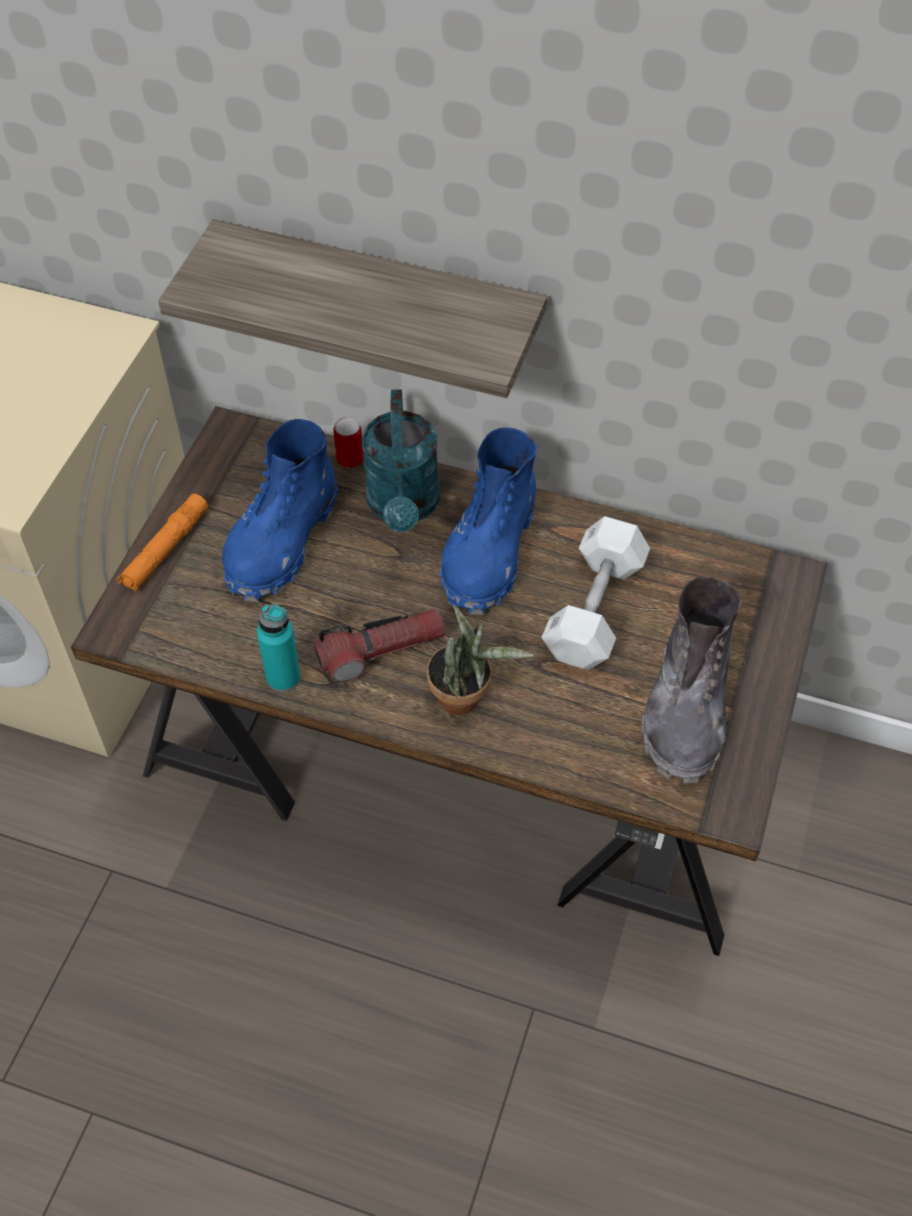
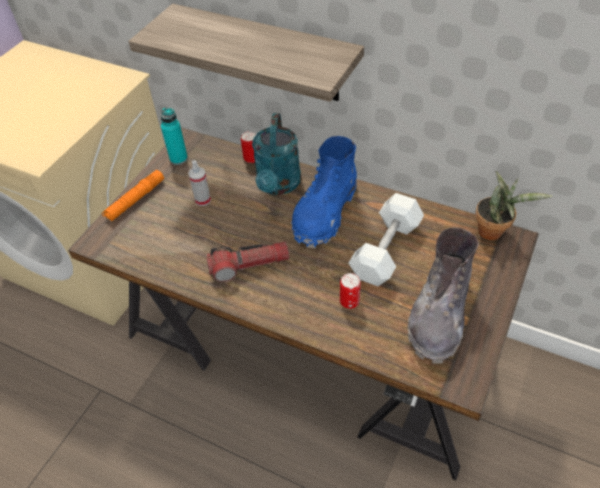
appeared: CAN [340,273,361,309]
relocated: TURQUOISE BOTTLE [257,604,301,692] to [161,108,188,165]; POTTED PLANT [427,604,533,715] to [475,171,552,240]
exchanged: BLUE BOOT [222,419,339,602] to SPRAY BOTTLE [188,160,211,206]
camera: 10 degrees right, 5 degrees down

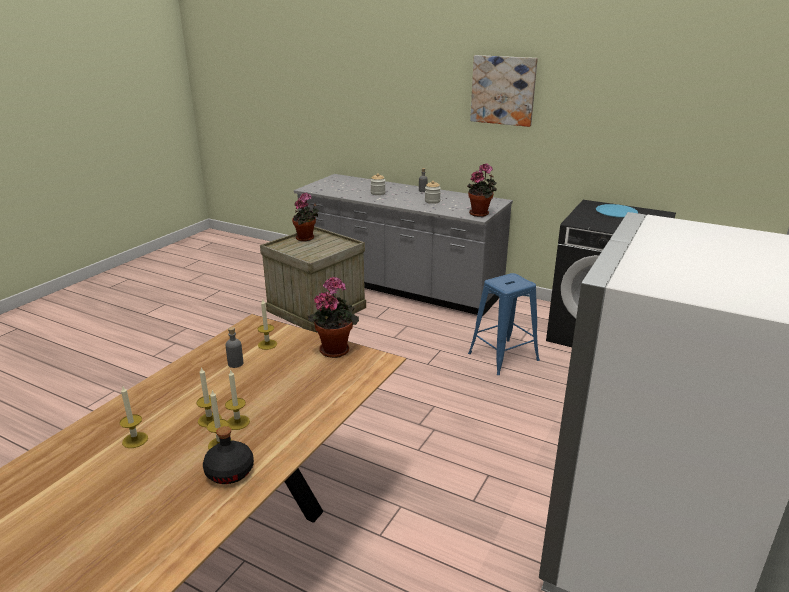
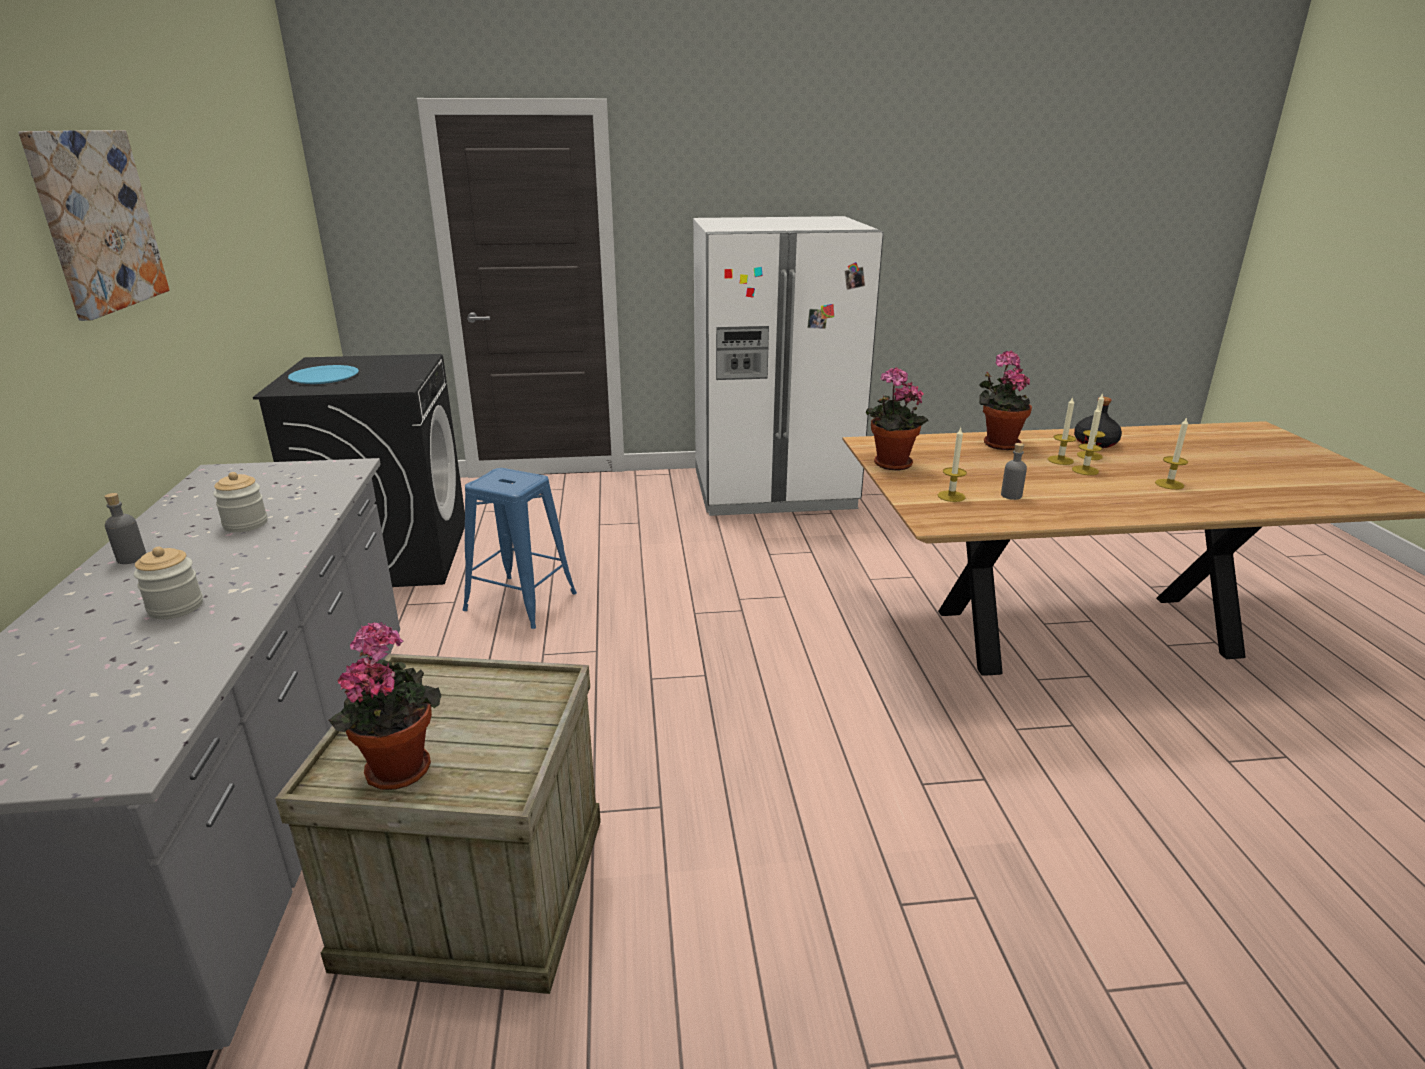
relocated: POTTED PLANT [467,164,497,217] to [979,351,1032,450]
camera: 125 degrees left, 0 degrees up

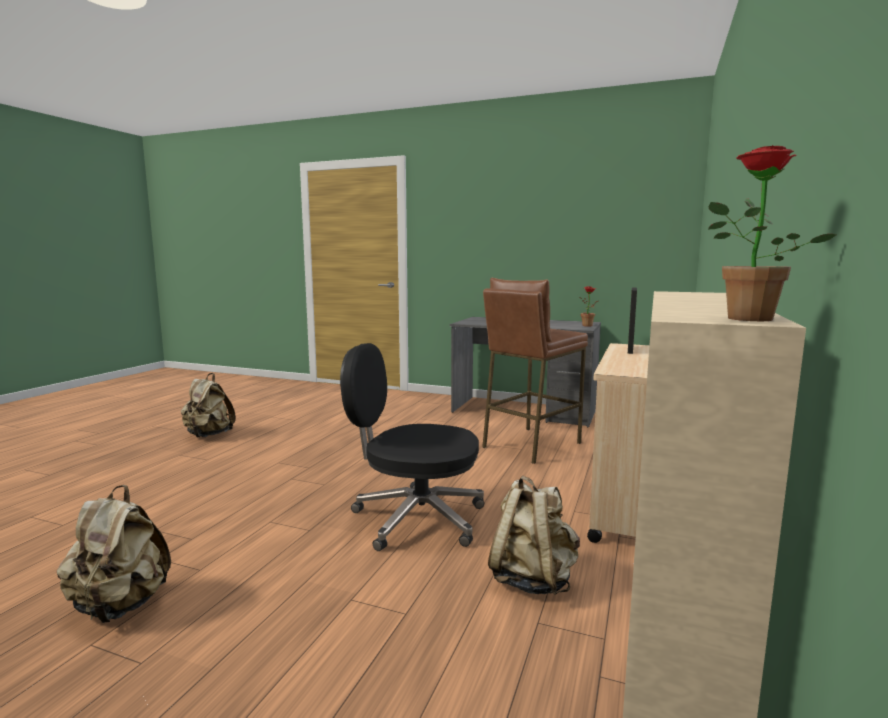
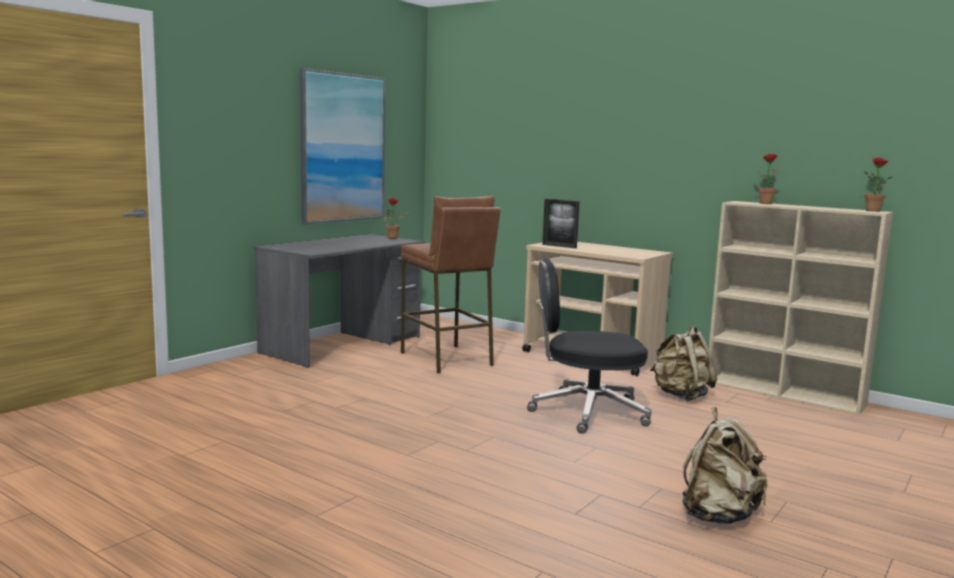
missing: BEIGE BACKPACK [181,373,236,437]
appeared: PICTURE [300,68,385,225]; POTTED PLANT [755,154,782,204]
spun: BLACK OFFICE CHAIR [340,343,484,551] = [527,259,651,434] 60 degrees clockwise
camera: 75 degrees left, 0 degrees up

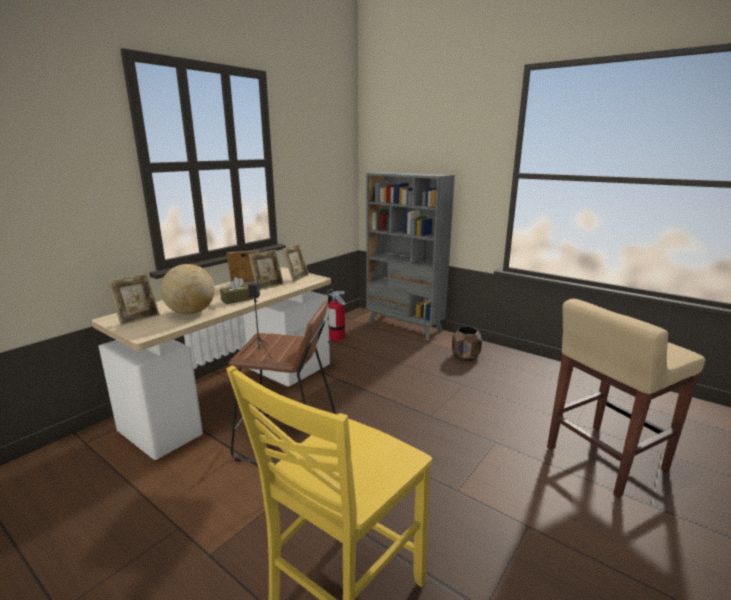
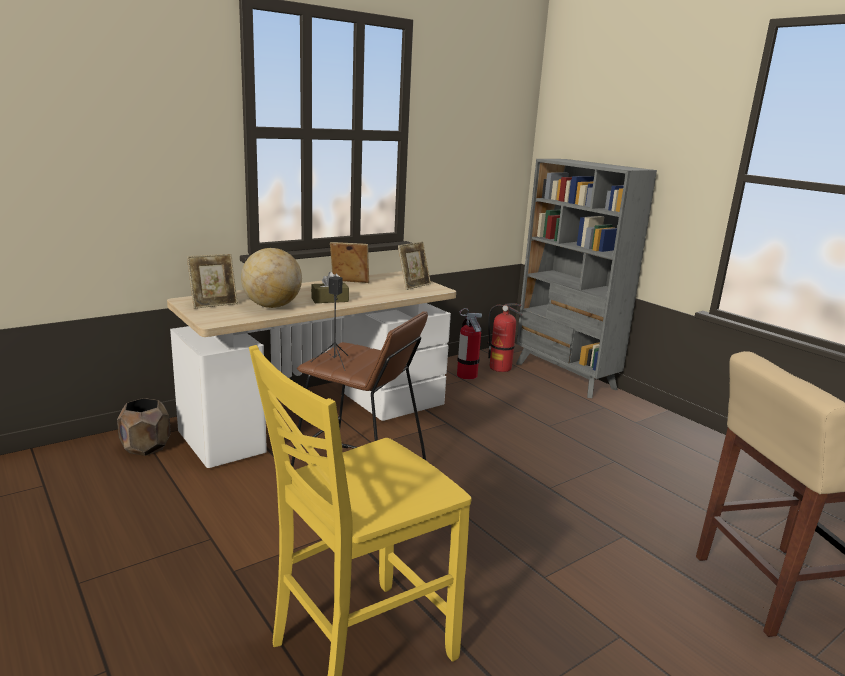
missing: PICTURE FRAME [248,250,284,290]
appeared: FIRE EXTINGUISHER [487,303,522,372]
relocated: BROWN PLANTER [452,327,482,361] to [117,398,171,456]
camera: 15 degrees right, 0 degrees up

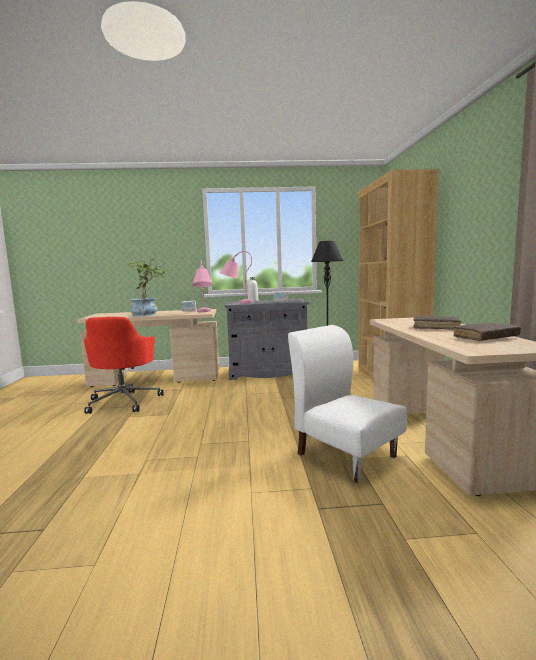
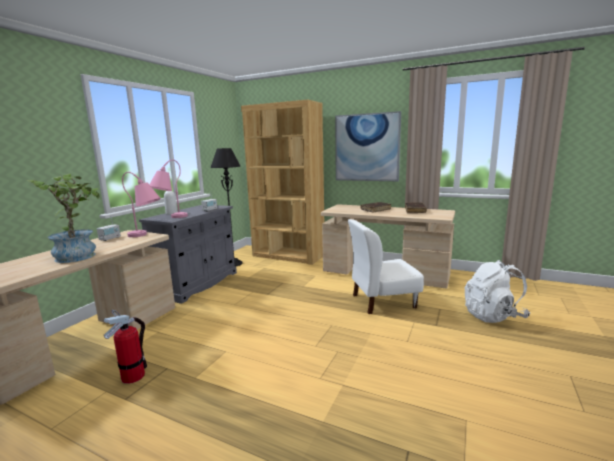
appeared: PICTURE [335,111,401,181]; WHITE BACKPACK [465,260,530,323]
exchanged: RED OFFICE CHAIR [84,317,164,414] to FIRE EXTINGUISHER [104,310,147,384]
camera: 60 degrees left, 5 degrees up

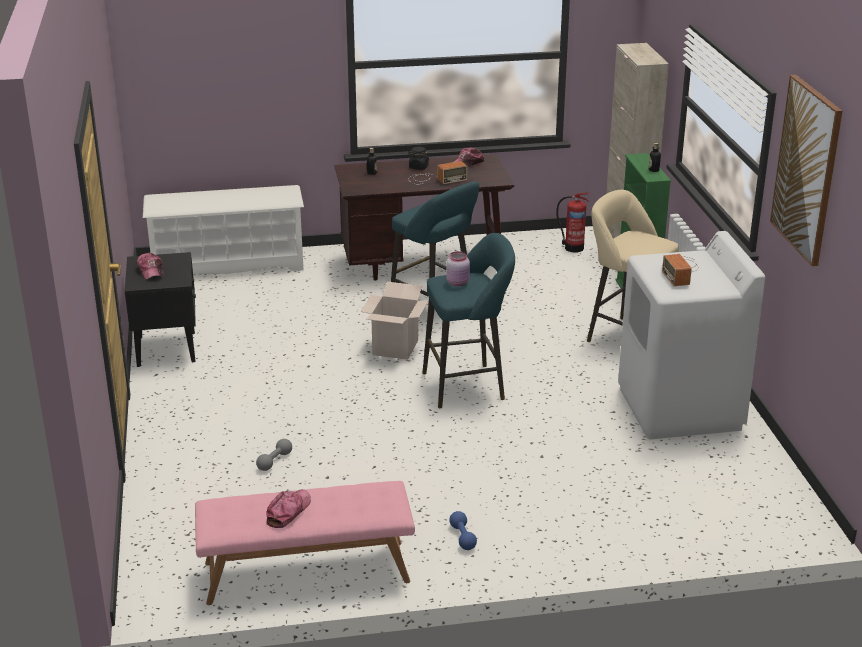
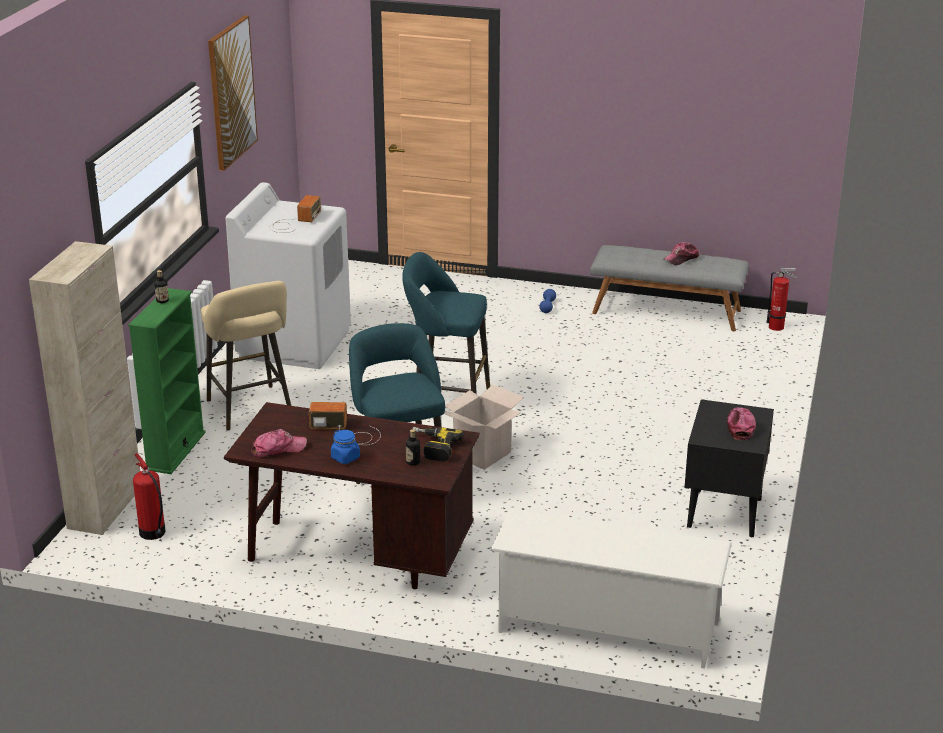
missing: GREY DUMBBELL [256,439,292,471]; PINK JAR [446,251,470,286]
appeared: POWER DRILL [413,427,464,462]; FIRE EXTINGUISHER [766,268,797,331]
colour: PINK BENCH [195,481,415,605] to GREY BENCH [590,245,749,331]; BLACK JAR [408,147,430,170] to BLUE JAR [331,430,360,464]
camera: 155 degrees left, 0 degrees up

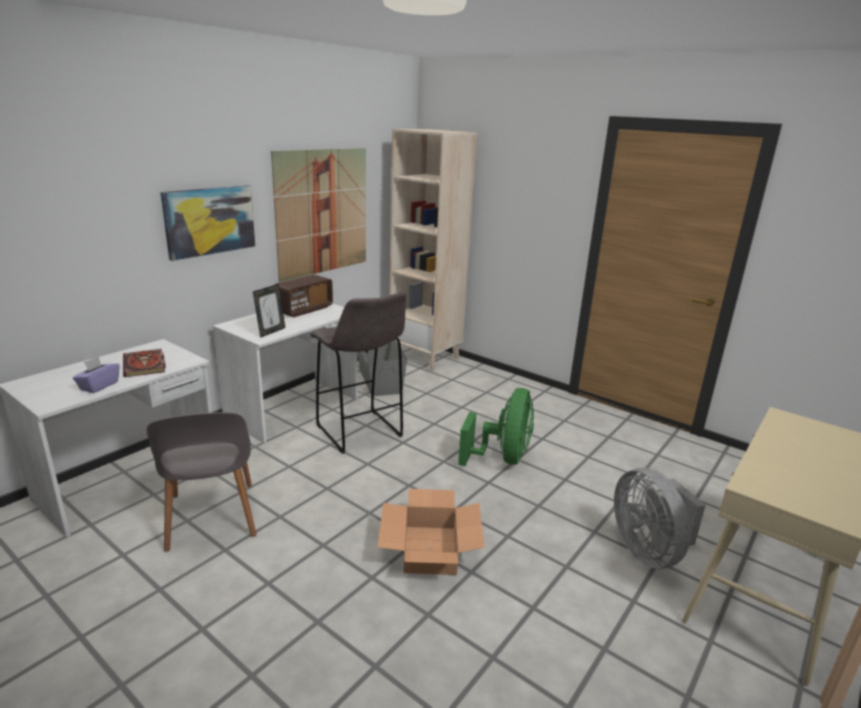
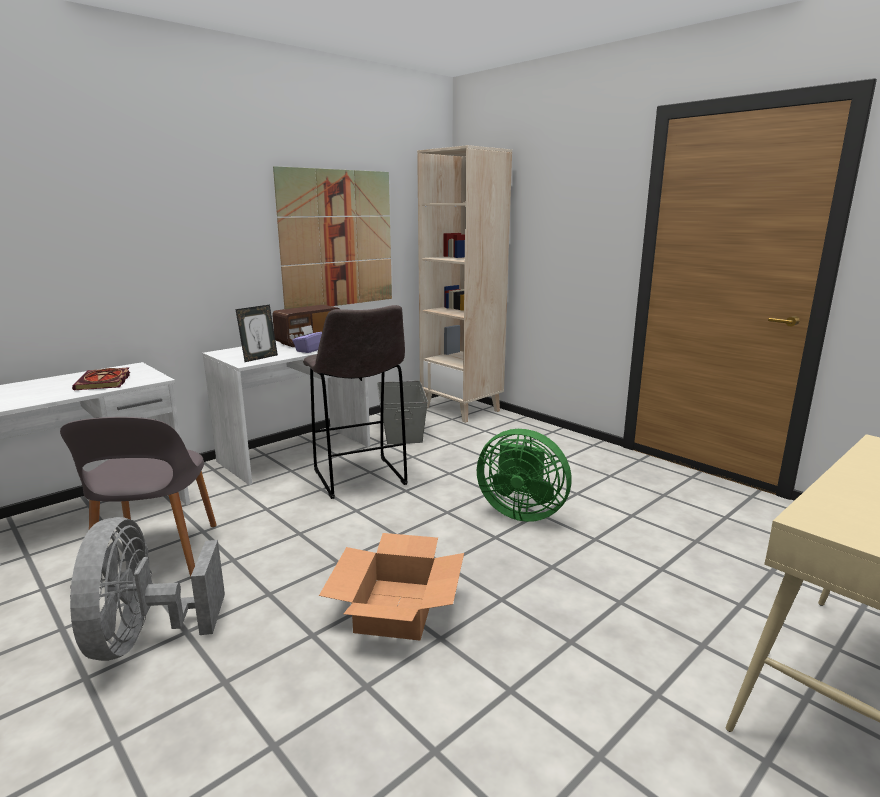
missing: PICTURE [160,185,255,261]
relocated: PURPLE TISSUE BOX [73,356,120,393] to [292,325,322,353]; GREY FAN [614,468,706,569] to [70,517,225,661]
spun: GREEN FAN [458,388,534,466] = [477,429,572,522] 90 degrees clockwise
camera: 10 degrees right, 5 degrees down

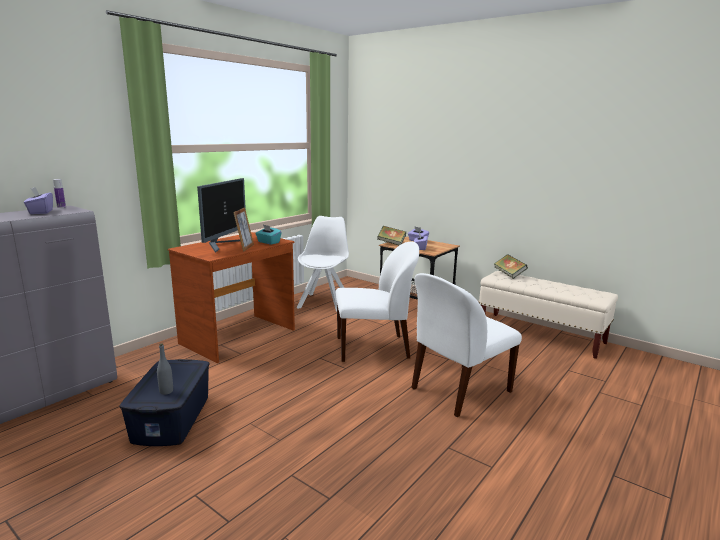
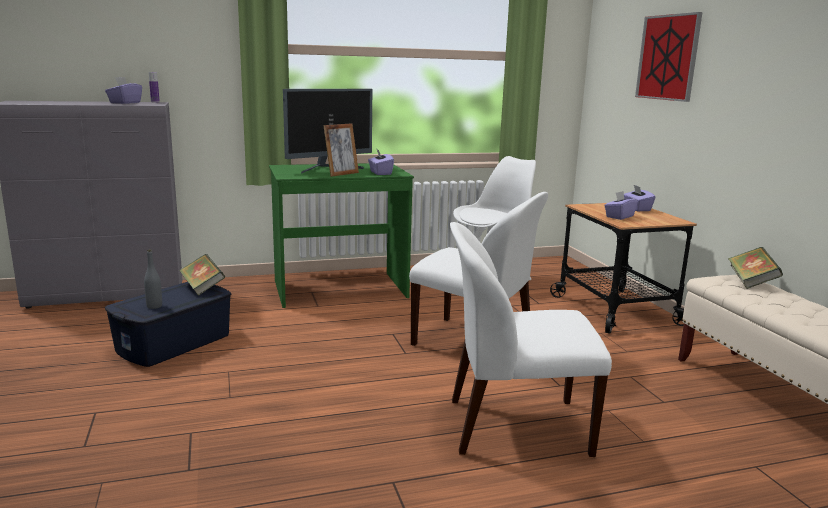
appeared: PICTURE [635,12,703,102]
relocated: BOOK [377,226,406,245] to [179,254,225,296]
colour: BROWN DESK [168,232,295,363] to GREEN DESK [269,163,414,308]; TURQUOISE TISSUE BOX [256,225,282,245] to PURPLE TISSUE BOX [368,148,394,175]
camera: 35 degrees right, 0 degrees up

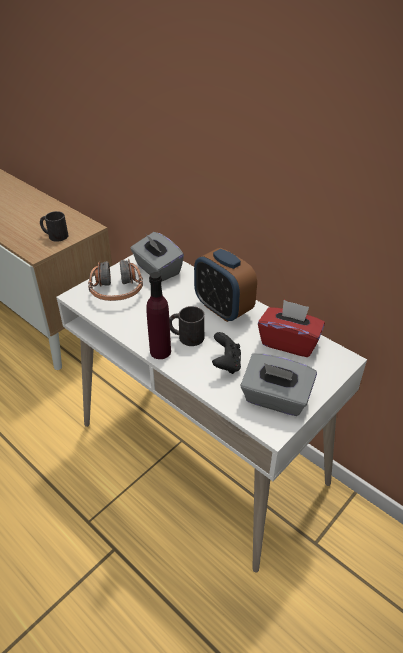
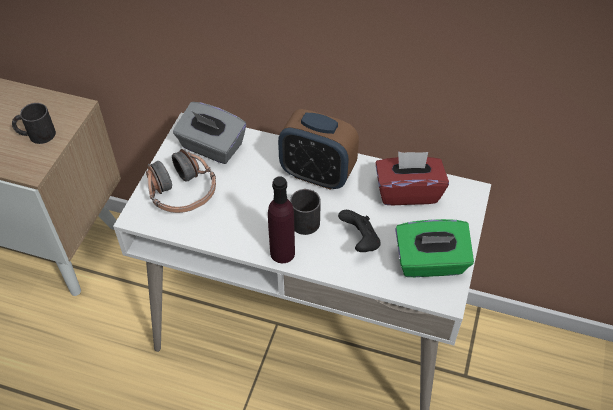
colour: GREY TISSUE BOX [240,353,317,416] to GREEN TISSUE BOX [395,219,474,277]
camera: 25 degrees left, 10 degrees up

